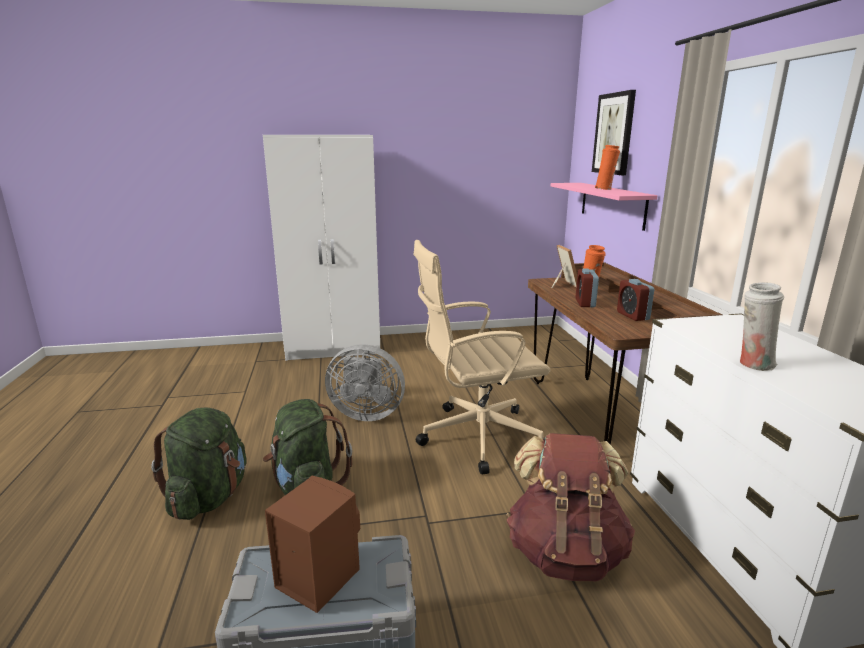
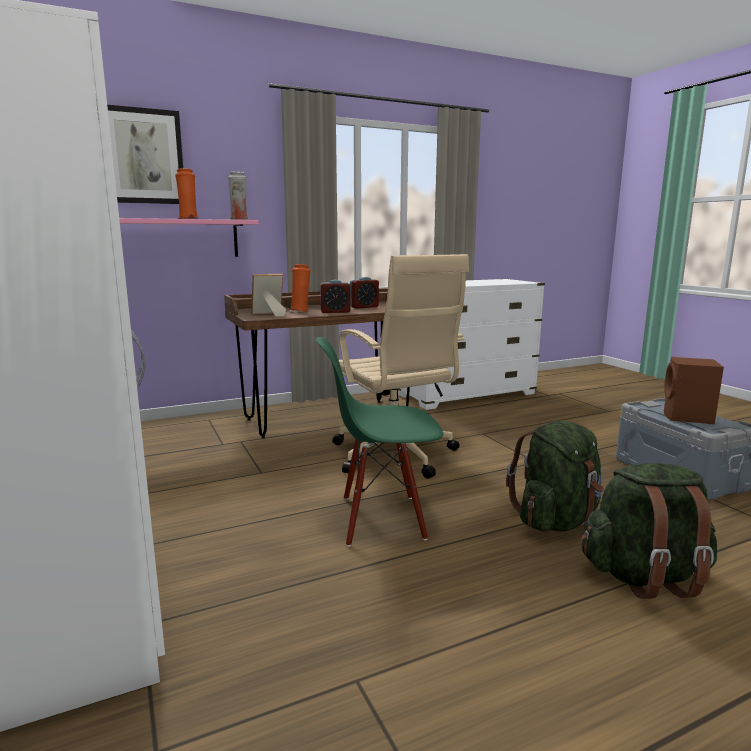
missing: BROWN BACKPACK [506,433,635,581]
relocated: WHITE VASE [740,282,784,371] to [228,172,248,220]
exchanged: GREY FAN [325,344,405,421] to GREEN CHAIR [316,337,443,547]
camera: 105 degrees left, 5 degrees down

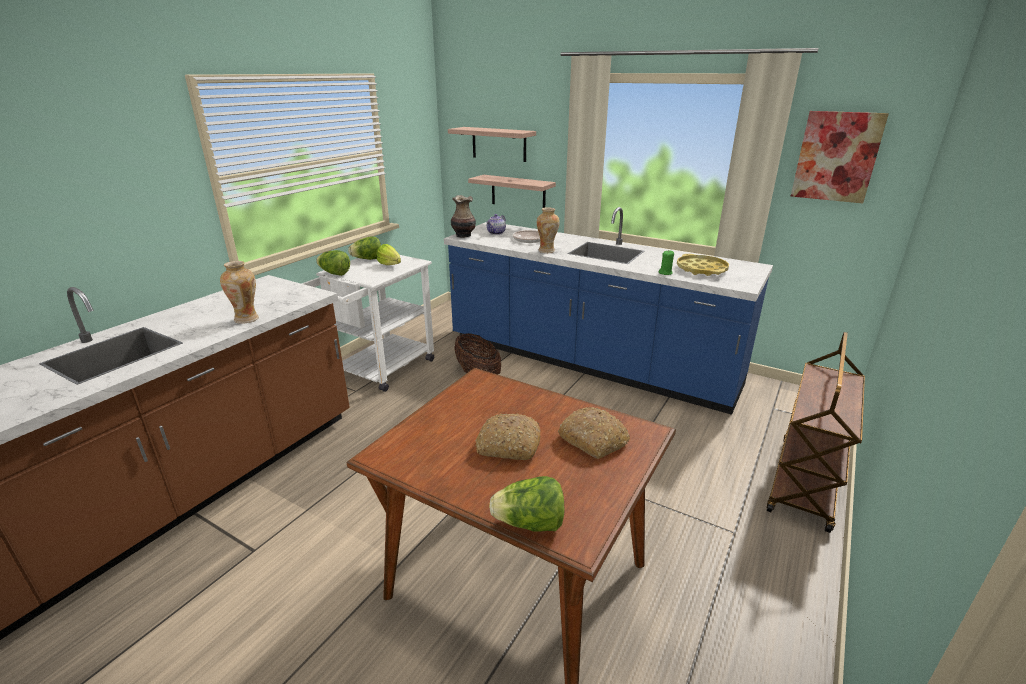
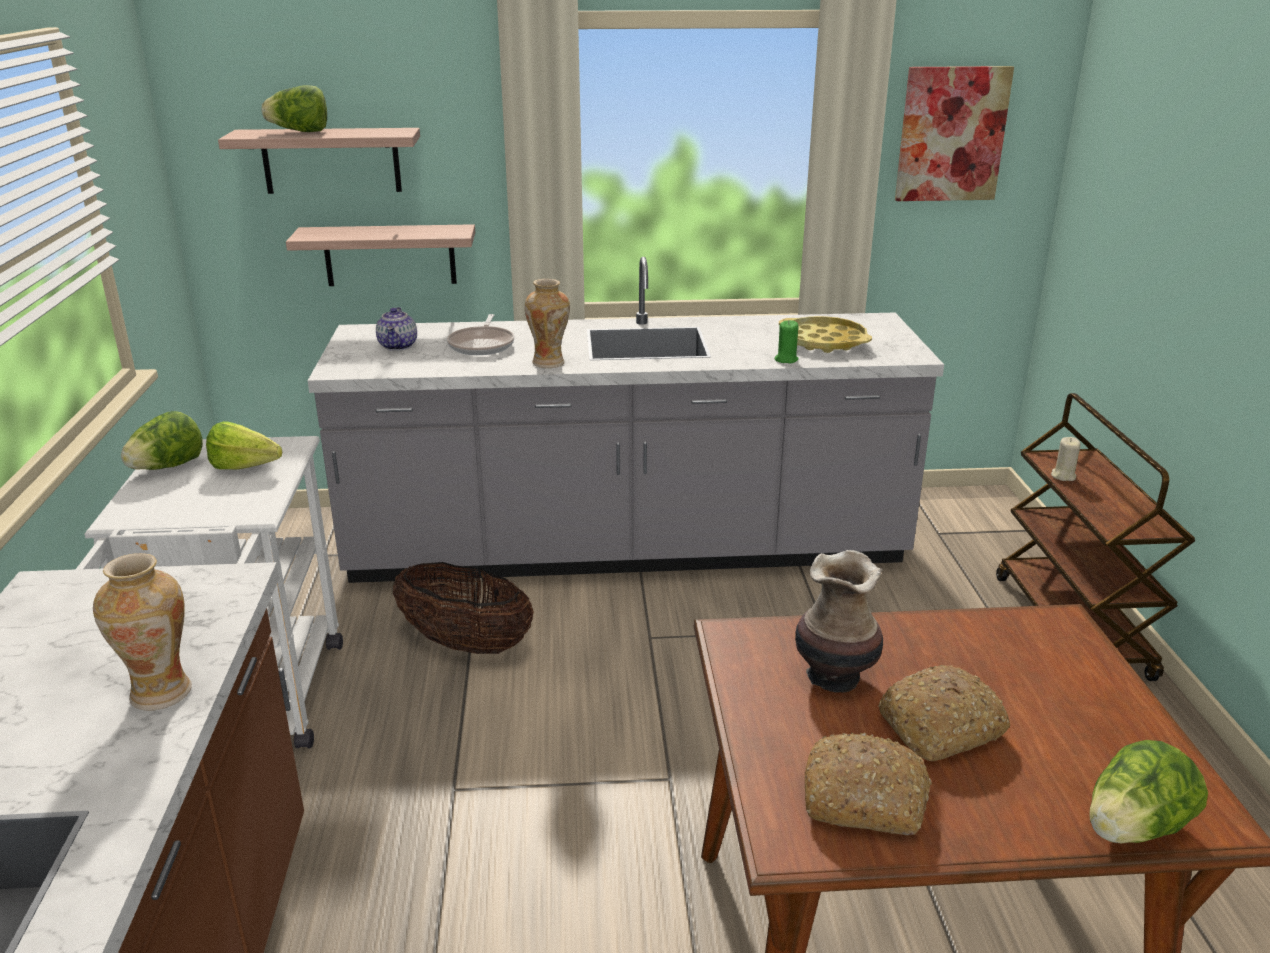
appeared: BEIGE CANDLE [1051,437,1081,481]
relocated: LETTUCE [316,250,350,276] to [262,85,327,132]; VASE [451,195,476,238] to [795,550,883,693]; BREAD [558,407,630,459] to [805,732,932,835]
colour: BLUE COUNTER [444,207,773,415] to GREY COUNTER [308,257,944,583]
camera: 35 degrees left, 0 degrees up

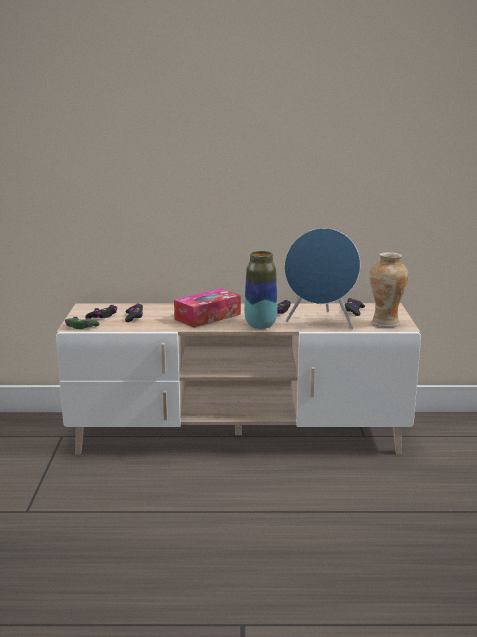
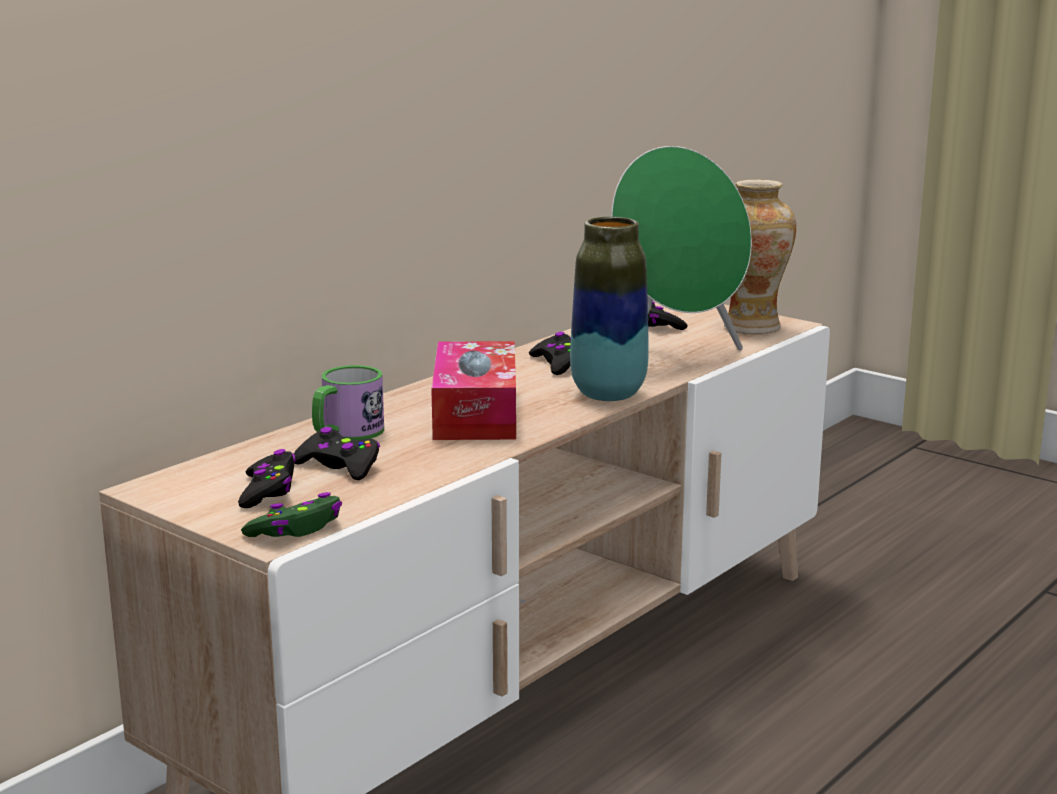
appeared: MUG [312,365,384,441]
colour: BLUE SPEAKER [284,228,360,329] to GREEN SPEAKER [611,146,752,350]
camera: 50 degrees left, 0 degrees up

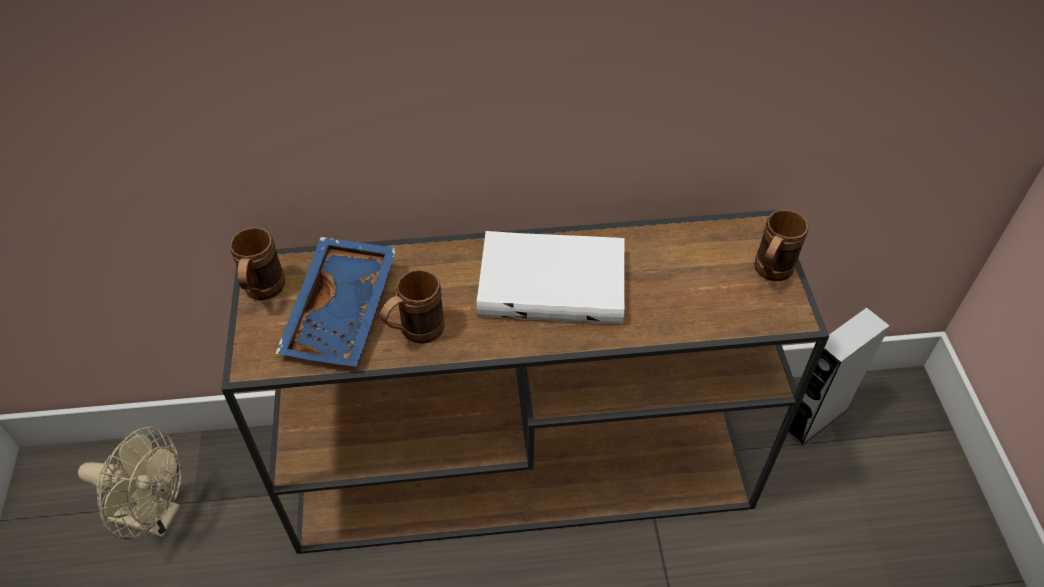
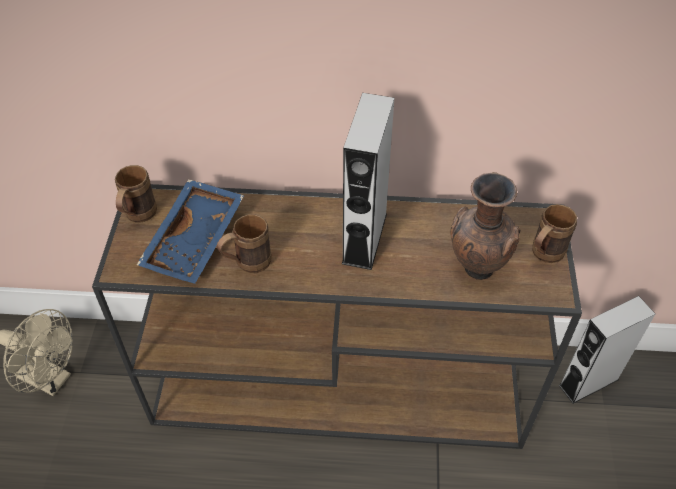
appeared: BROWN VASE [450,172,520,280]
exchanged: WHITE BOOK [477,231,625,324] to GREY SPEAKER [342,93,394,270]
camera: 10 degrees right, 0 degrees up

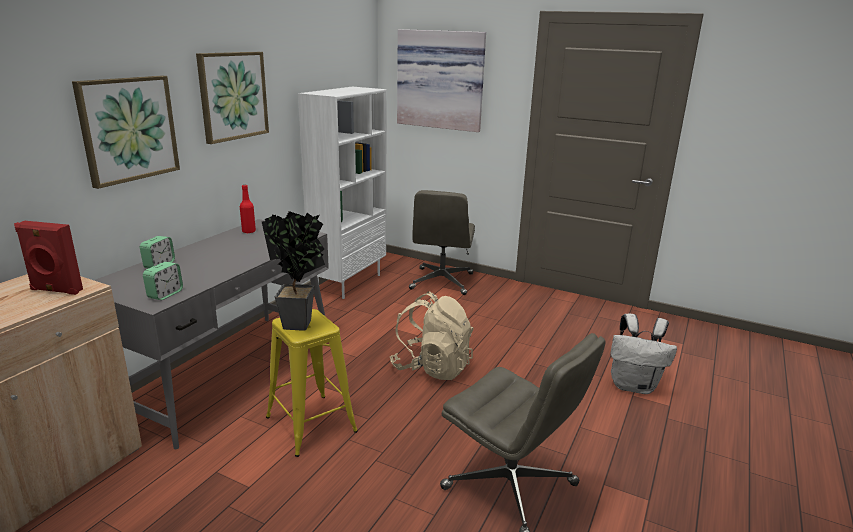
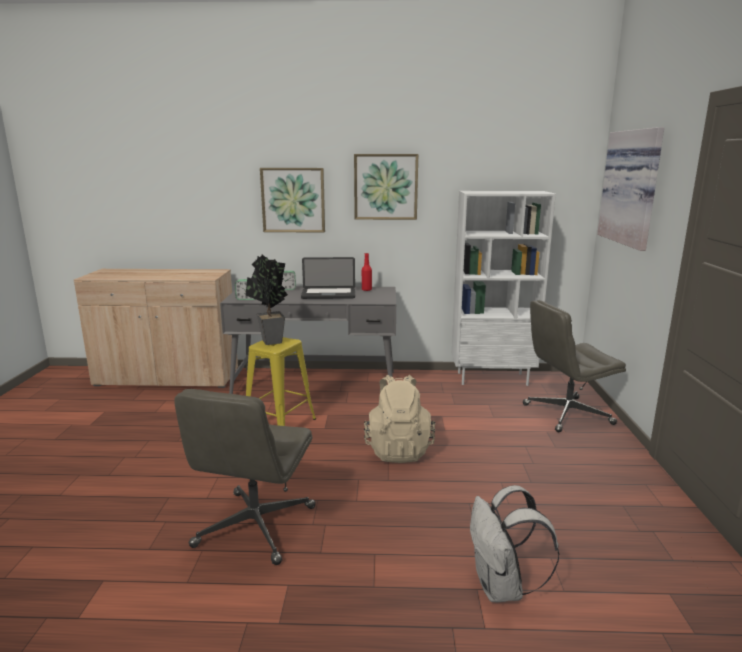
missing: RED SPEAKER [14,221,83,295]
appeared: LAPTOP [301,257,355,299]
camera: 65 degrees right, 5 degrees down

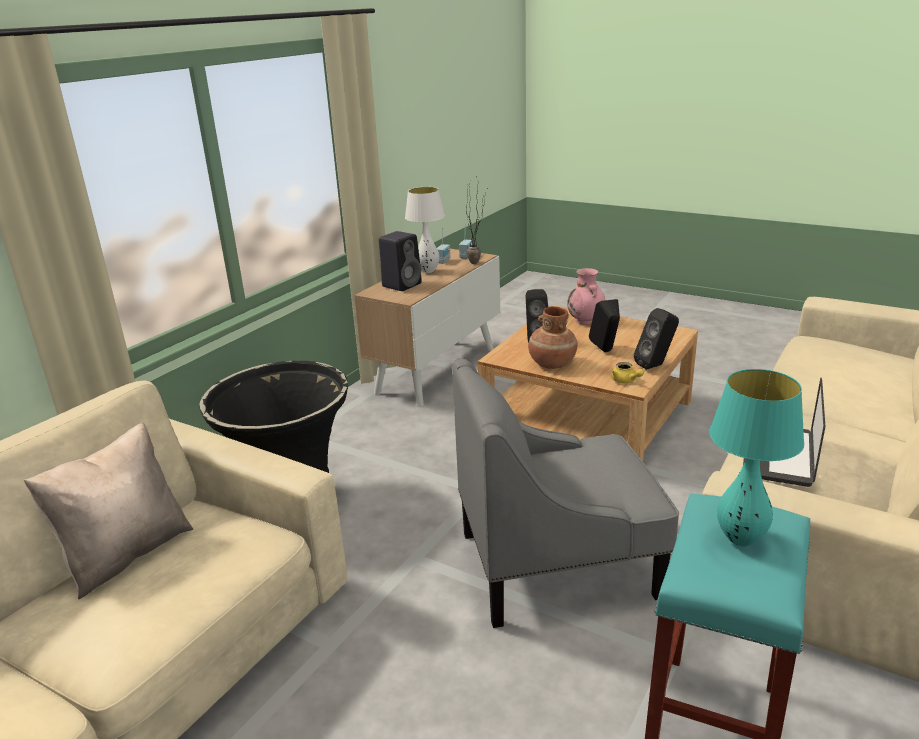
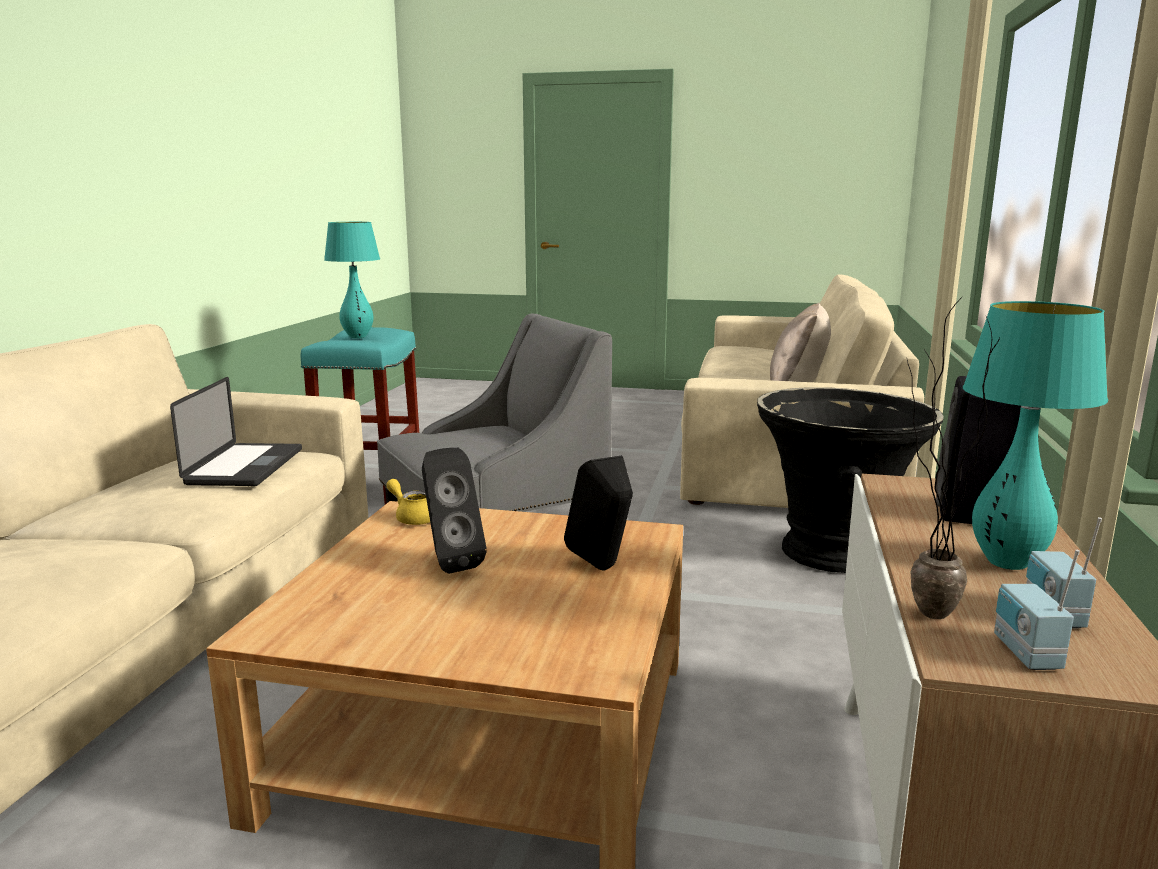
missing: BROWN VASE [528,306,577,369]; PINK VASE [567,268,605,324]; BLACK SPEAKER [634,308,679,370]
colour: WHITE TABLE LAMP [405,187,445,273] to TURQUOISE TABLE LAMP [963,301,1108,570]
camera: 160 degrees right, 10 degrees down

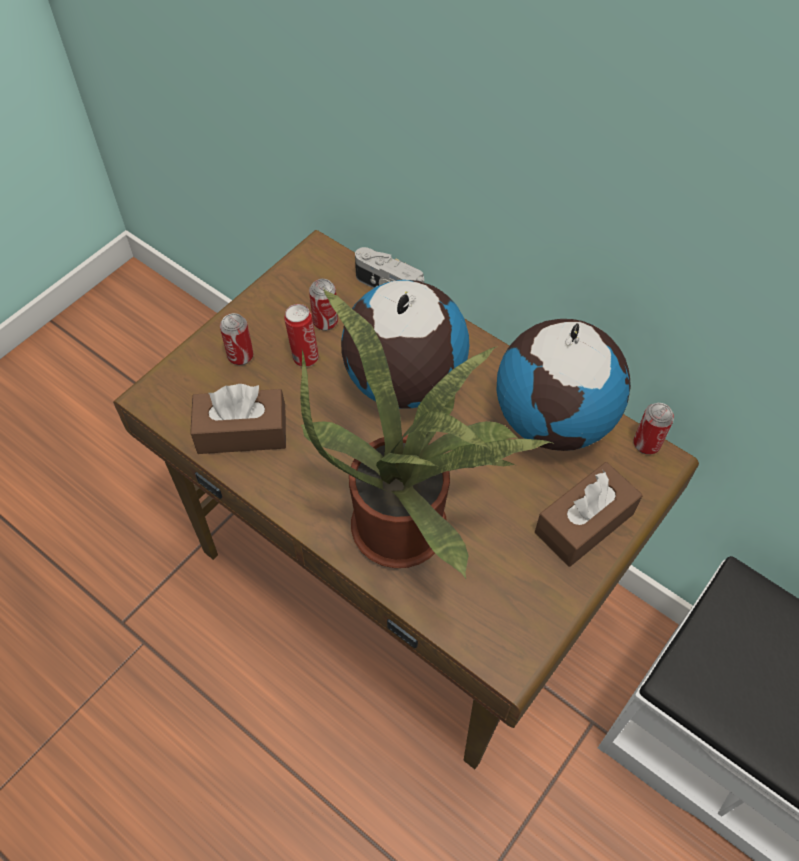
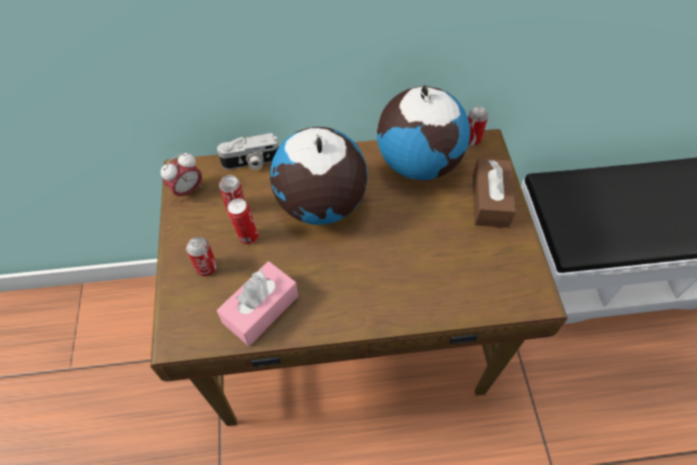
missing: POTTED PLANT [300,289,555,579]
appeared: ALARM CLOCK [161,153,202,201]
colour: BROWN TISSUE BOX [190,384,286,454] to PINK TISSUE BOX [217,261,298,346]
camera: 45 degrees left, 0 degrees up

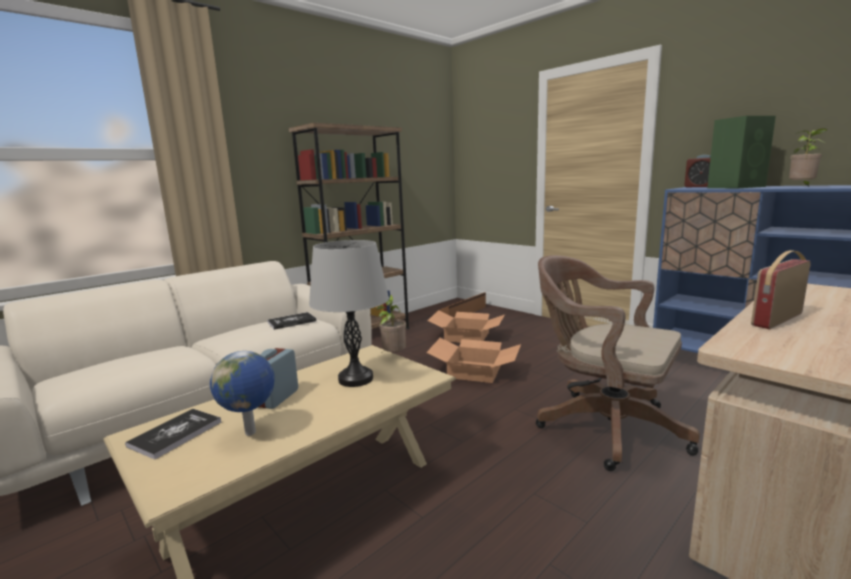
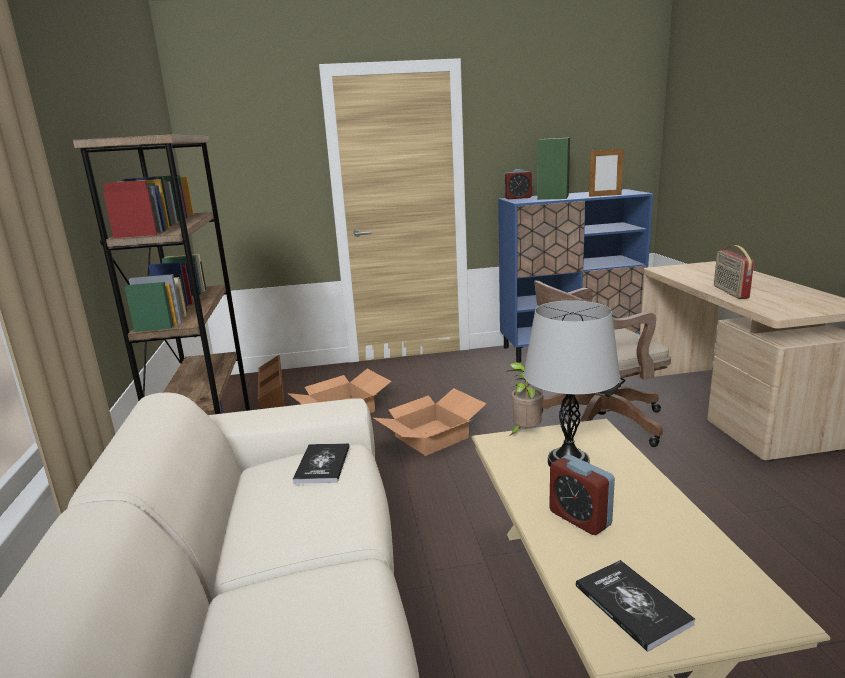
missing: GLOBE [210,351,275,436]
exchanged: POTTED PLANT [789,128,828,186] to PICTURE FRAME [589,147,624,197]
camera: 55 degrees left, 5 degrees up

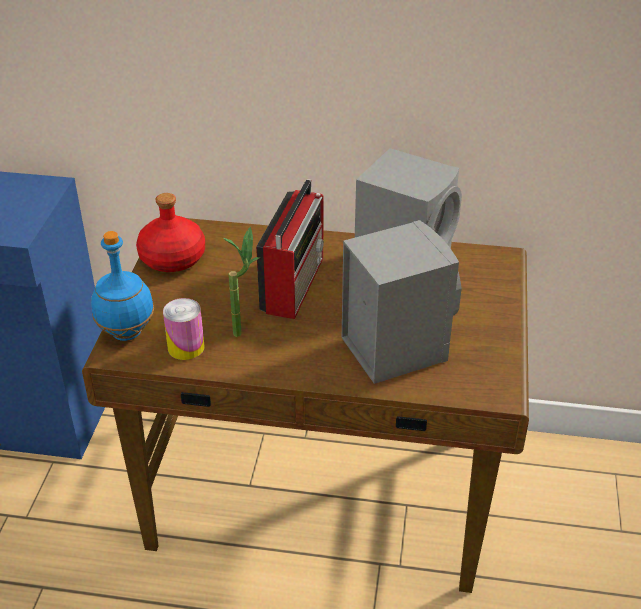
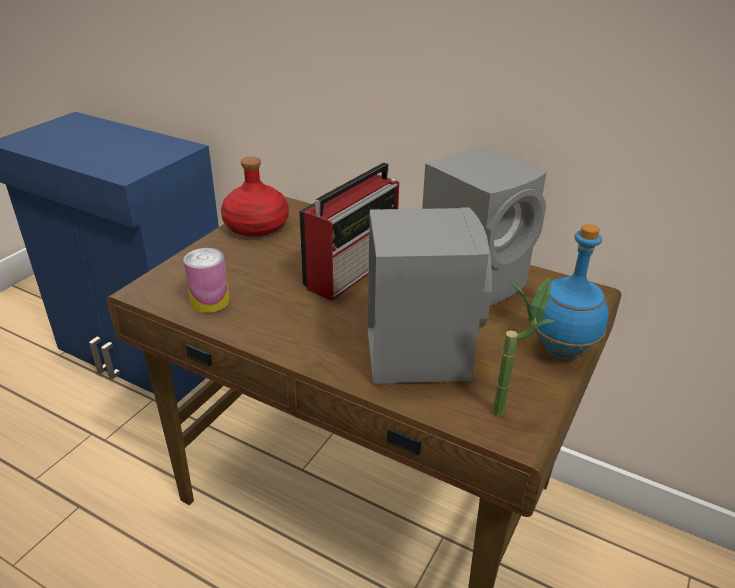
relocated: BLUE BOTTLE [91,231,154,341] to [535,224,608,359]; POTTED PLANT [223,227,260,337] to [493,276,555,416]
camera: 20 degrees right, 5 degrees down

